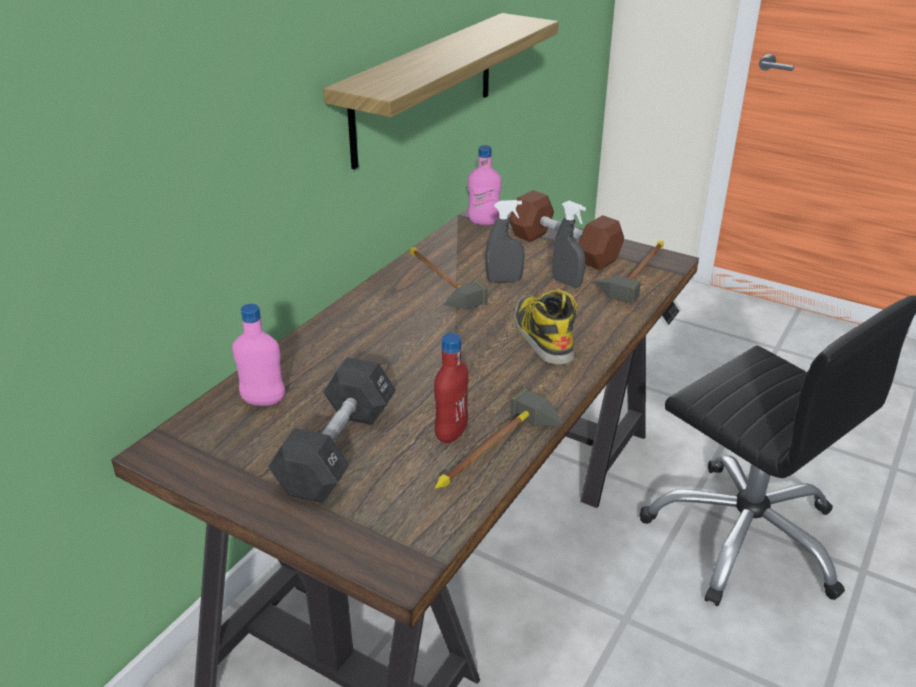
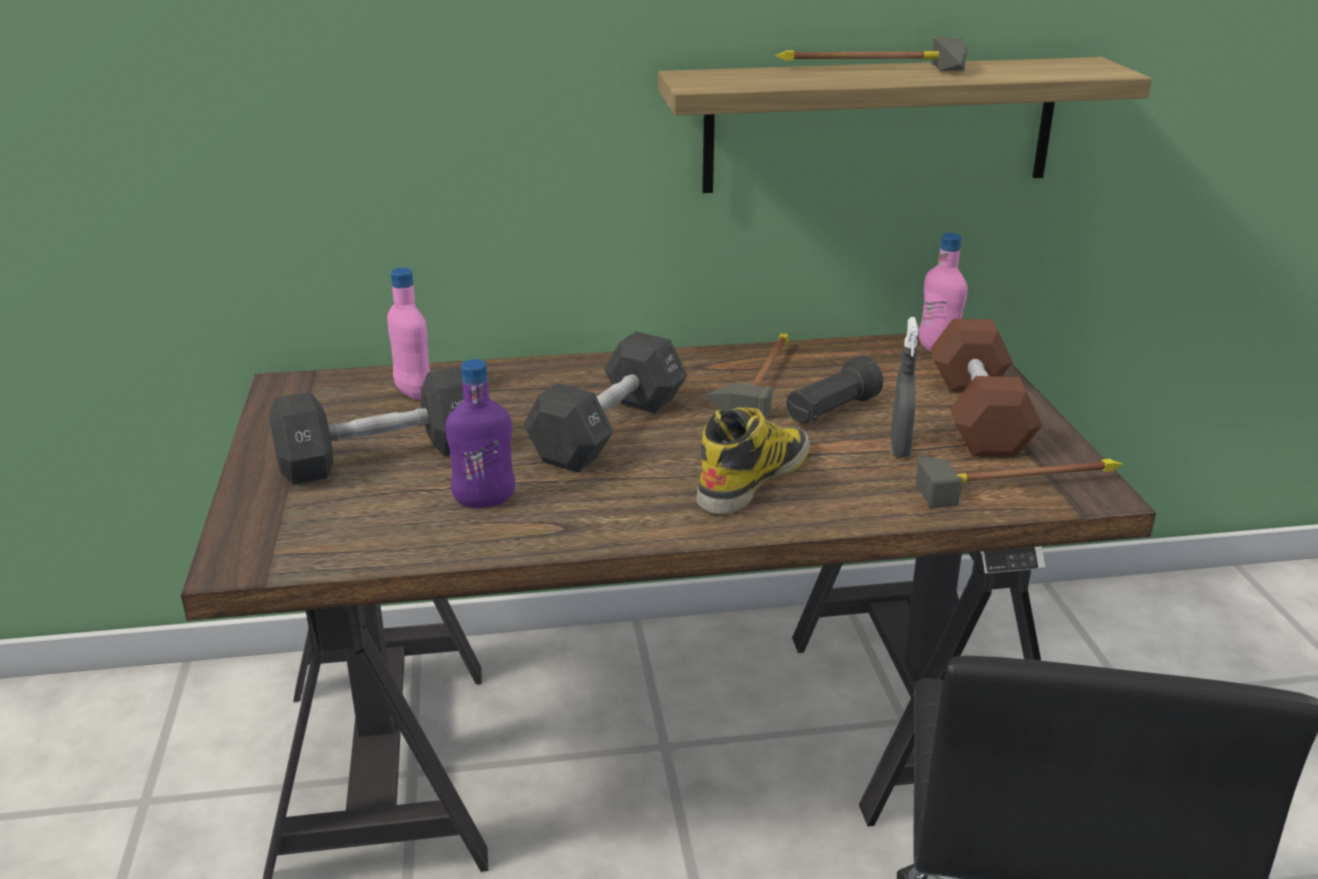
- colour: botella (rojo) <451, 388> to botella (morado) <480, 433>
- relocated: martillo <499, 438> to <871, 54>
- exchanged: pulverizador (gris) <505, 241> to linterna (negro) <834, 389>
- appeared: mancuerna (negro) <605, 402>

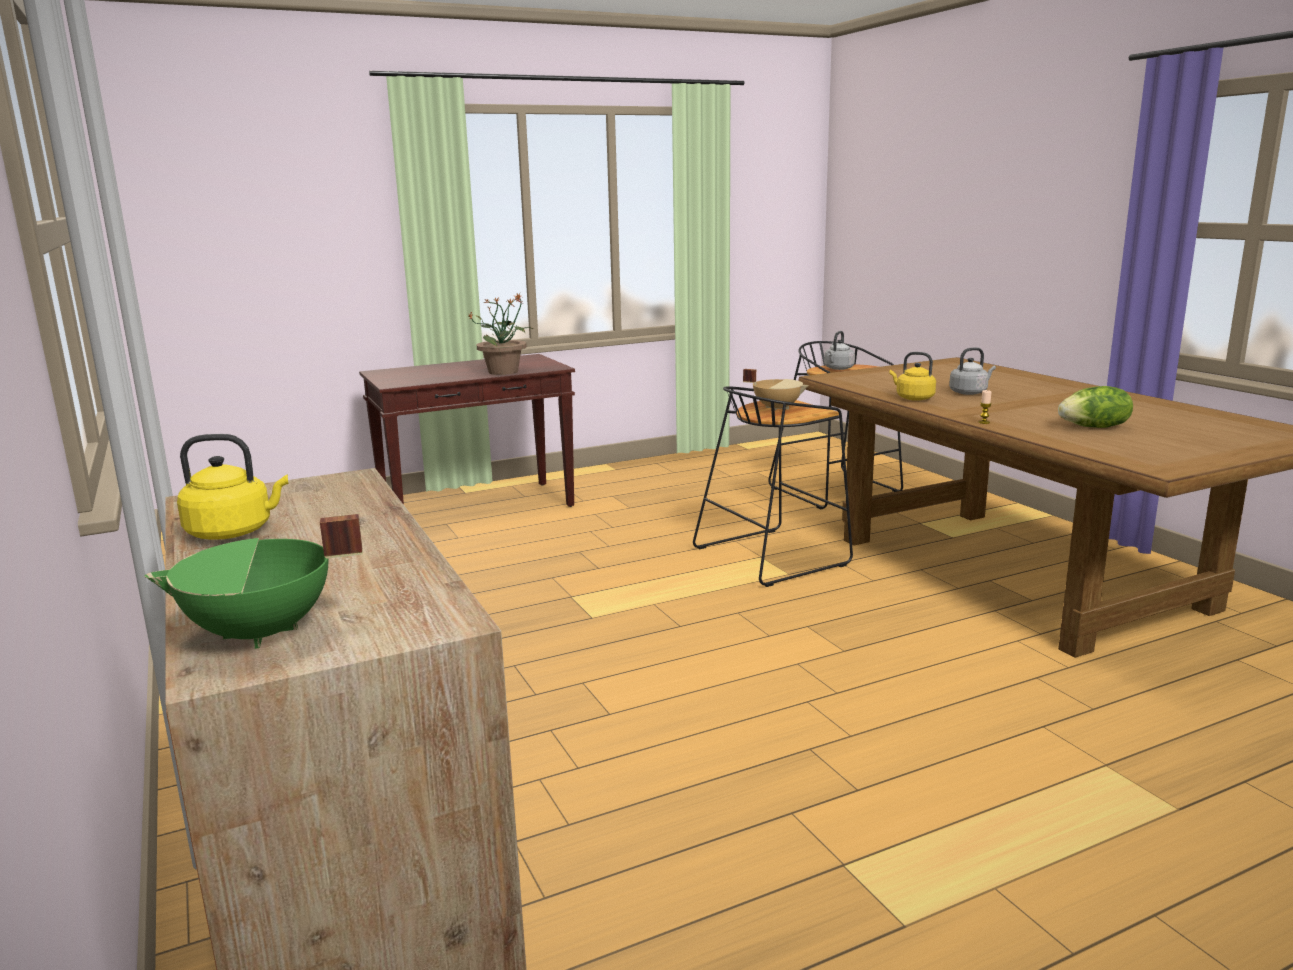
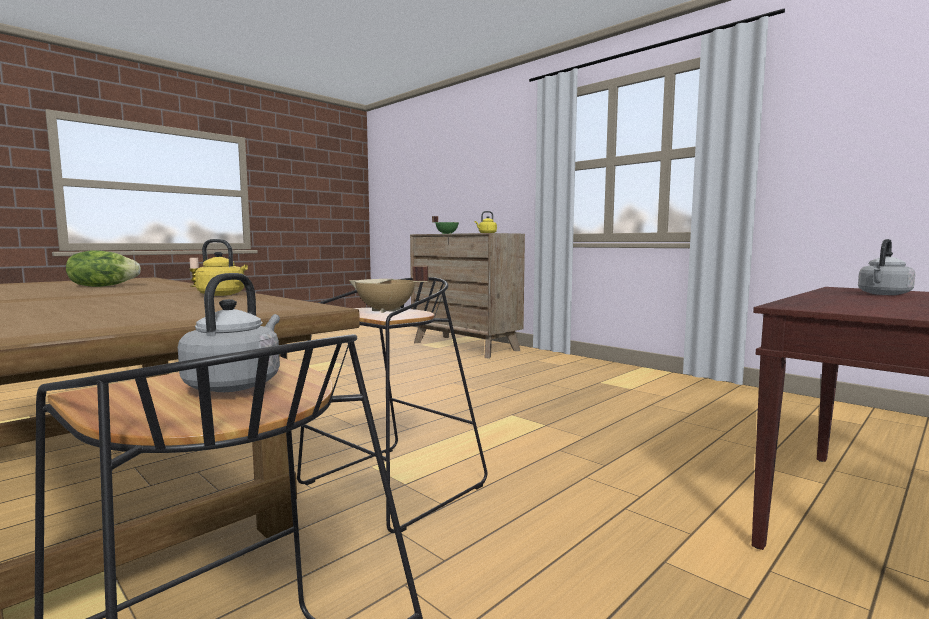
- missing: planta en maceta <500, 334>
- relocated: hervidor (gris) <972, 371> to <886, 267>

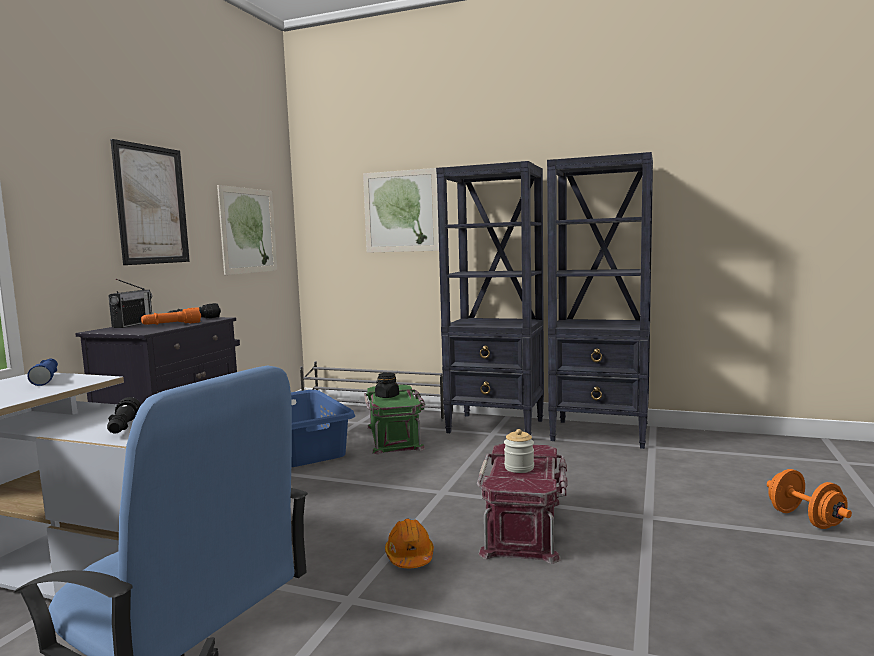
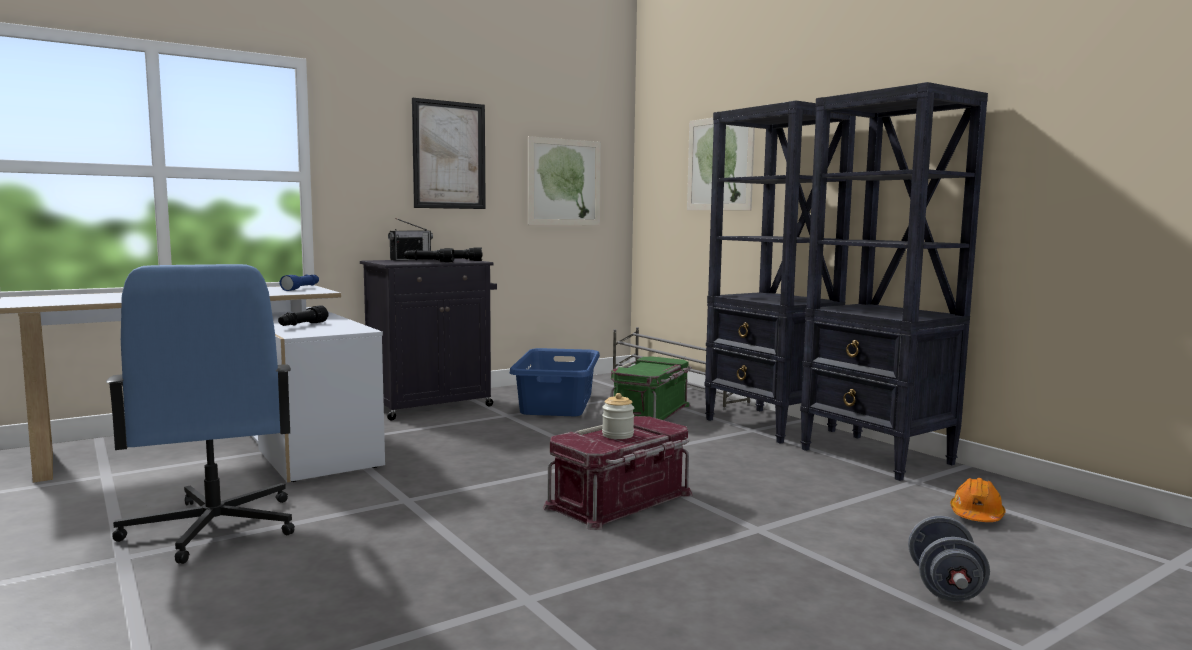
- colour: linterna (naranja) <171, 316> to linterna (negro) <429, 255>
- missing: tarro (negro) <387, 385>
- relocated: casco (naranja) <409, 543> to <977, 500>
- colour: mancuerna (naranja) <809, 499> to mancuerna (gris) <949, 559>

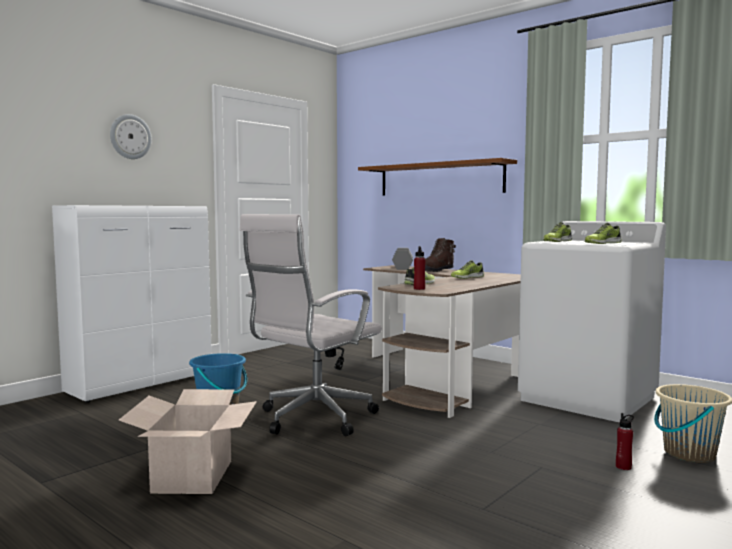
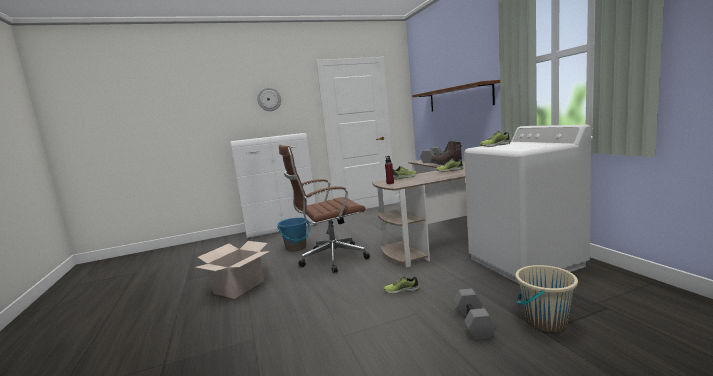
- colour: silla de oficina (blanco) <311, 325> to silla de oficina (marrón) <324, 209>
- relocated: zapato <603, 233> to <401, 285>
- exchanged: botella (rojo) <625, 441> to mancuerna (gris) <475, 314>

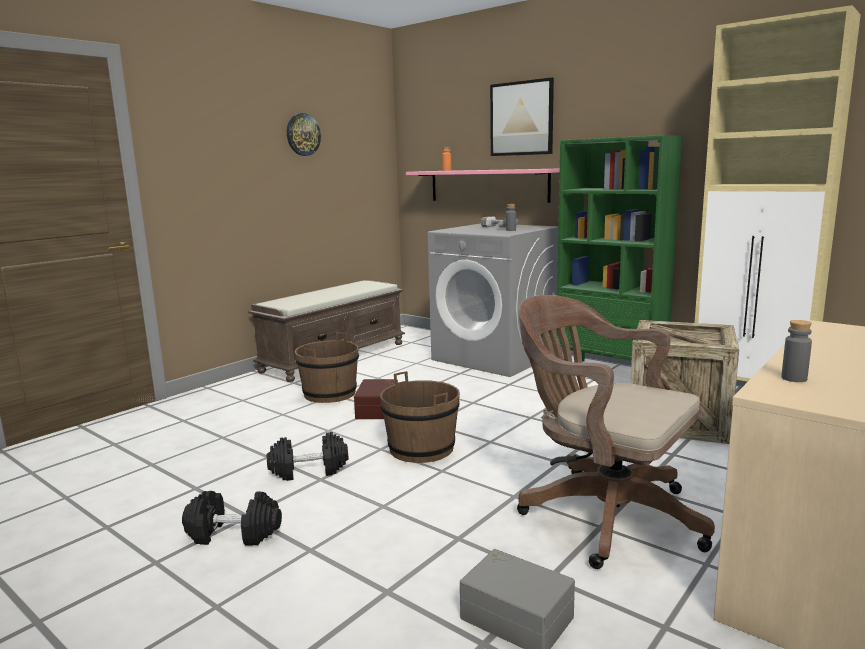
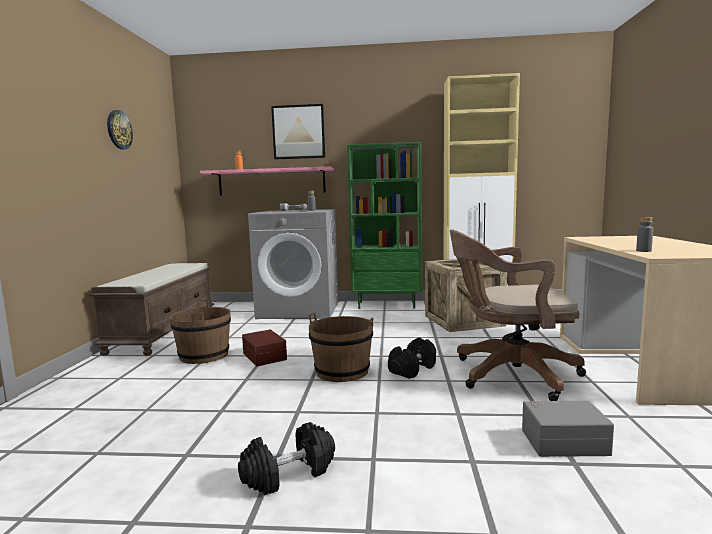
- relocated: mancuerna (negro) <307, 456> to <412, 358>

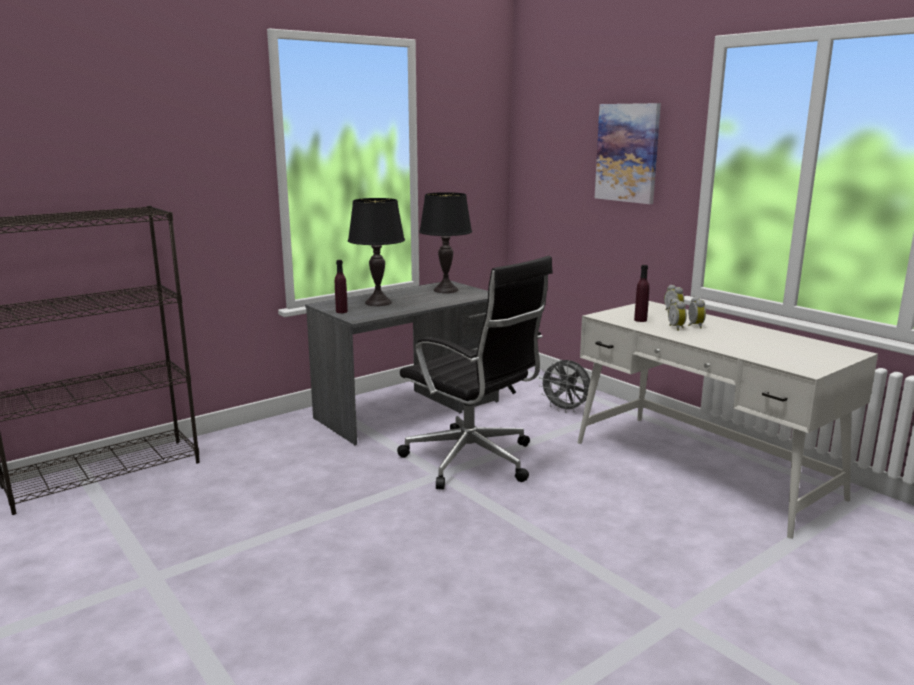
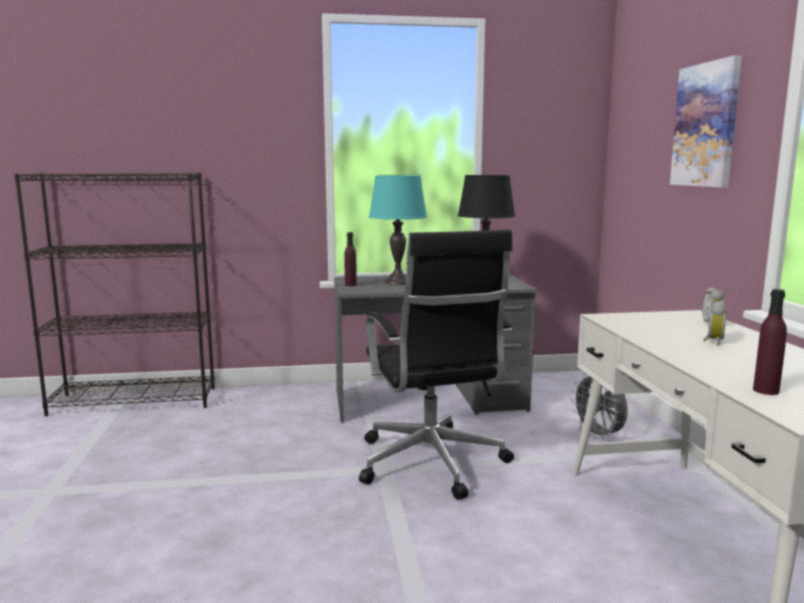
- colour: lámpara de mesa (negro) <376, 252> to lámpara de mesa (turquesa) <398, 230>
- relocated: botella (morado) <641, 293> to <770, 342>
- missing: despertador <677, 314>

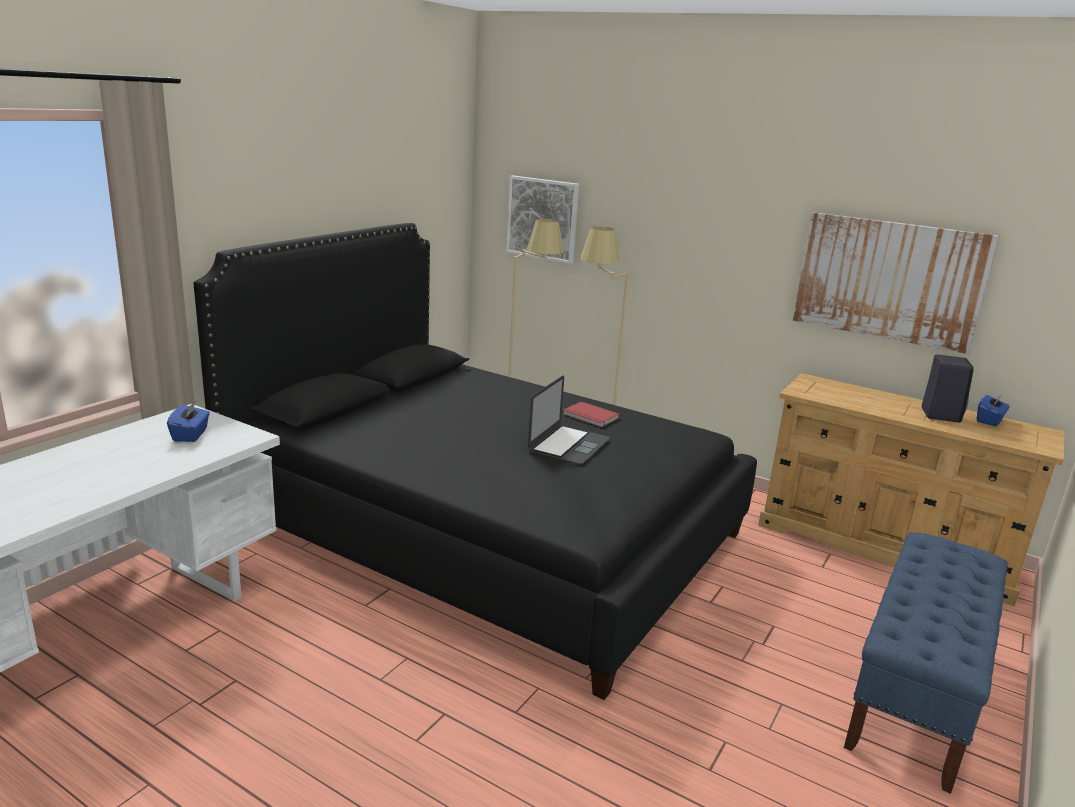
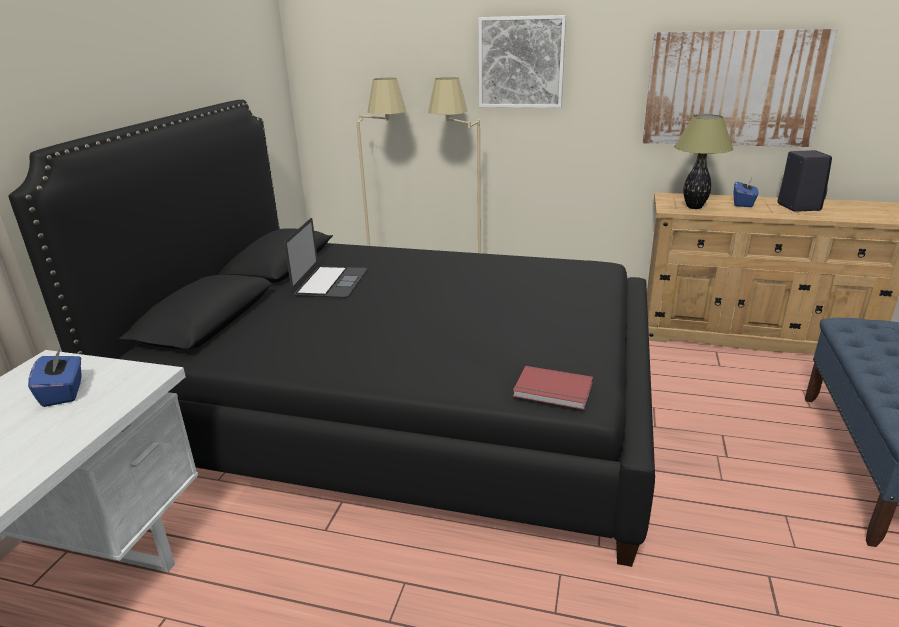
- relocated: cuadro <542, 220> to <522, 61>
- relocated: portátil <569, 419> to <325, 258>
- relocated: libro (rojo) <591, 414> to <553, 388>
- relocated: caja de pañuelos (azul) <993, 410> to <746, 192>
- appeared: lámpara de mesa <703, 161>

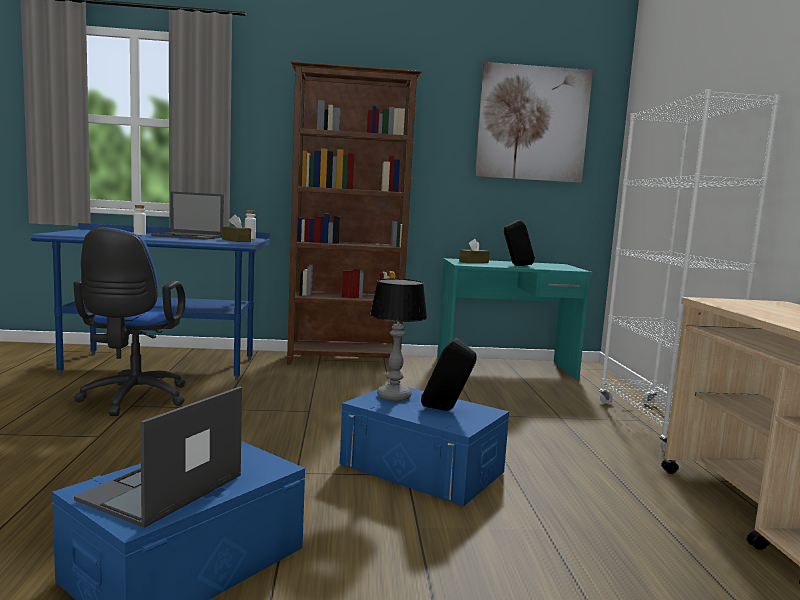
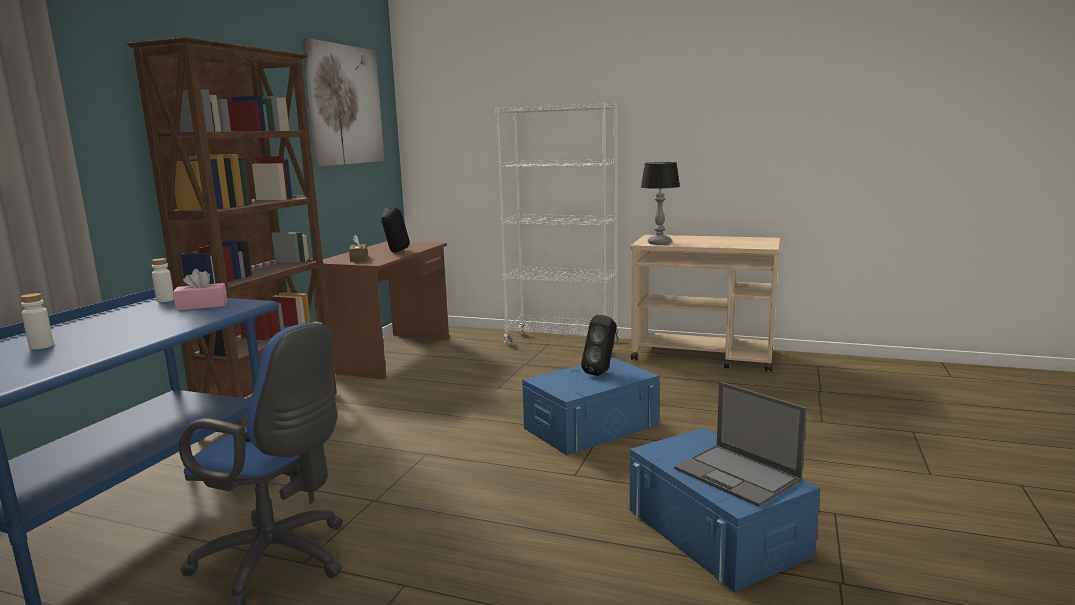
- missing: portátil <187, 215>
- colour: caja de pañuelos (marrón) <236, 228> to caja de pañuelos (rosa) <200, 290>
- relocated: lámpara de mesa <398, 339> to <660, 203>
- colour: escritorio (turquesa) <515, 319> to escritorio (marrón) <380, 310>

